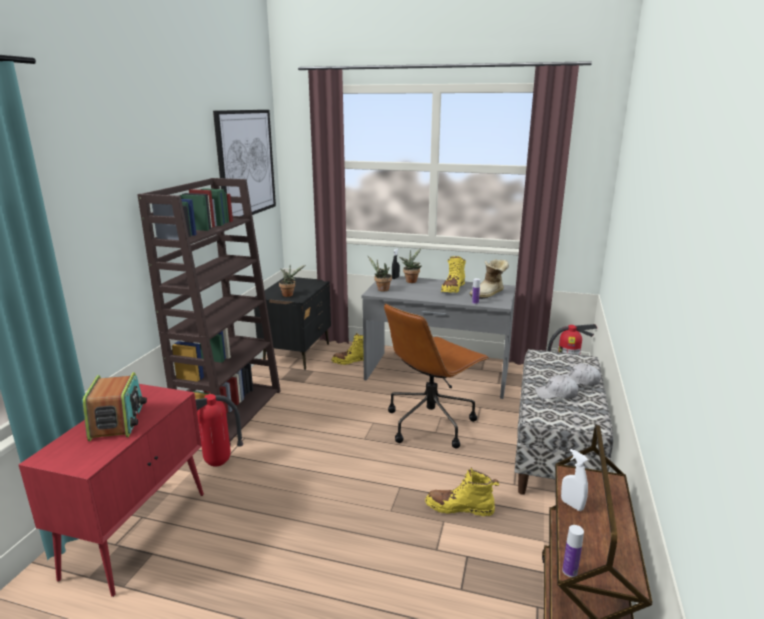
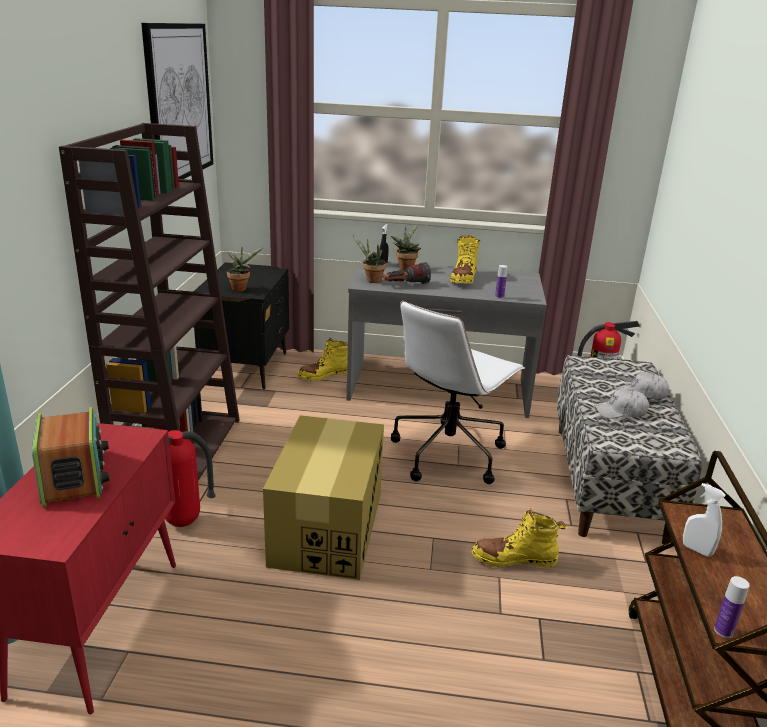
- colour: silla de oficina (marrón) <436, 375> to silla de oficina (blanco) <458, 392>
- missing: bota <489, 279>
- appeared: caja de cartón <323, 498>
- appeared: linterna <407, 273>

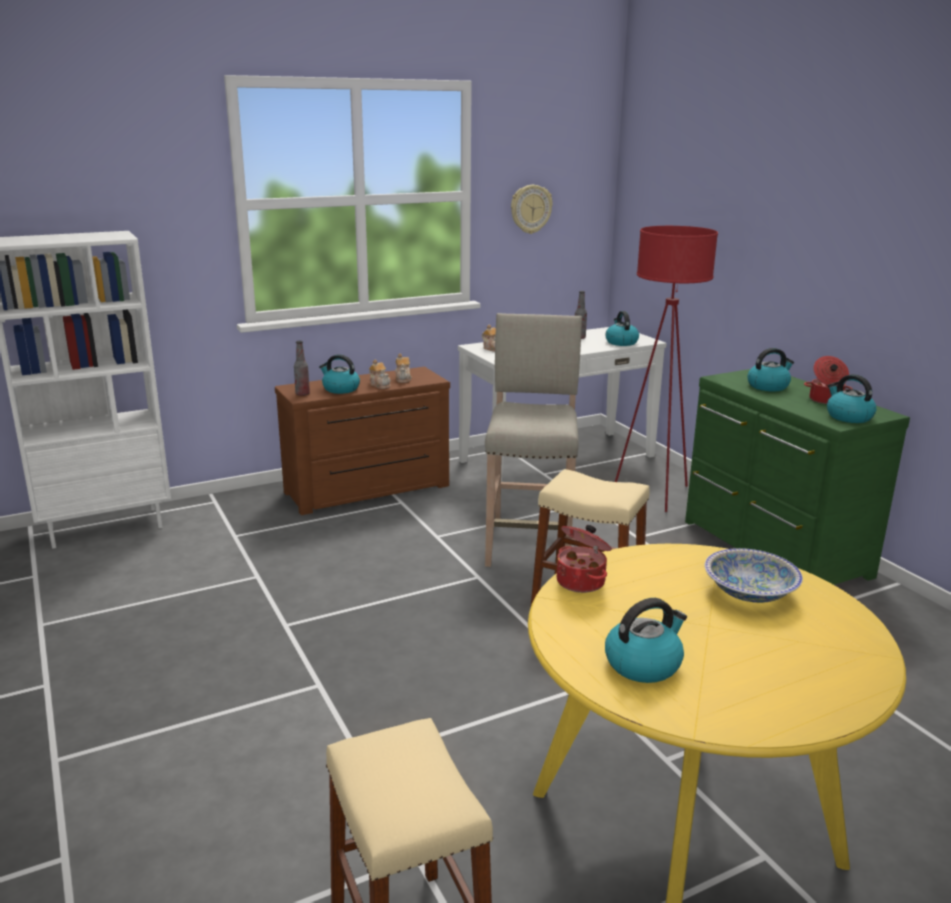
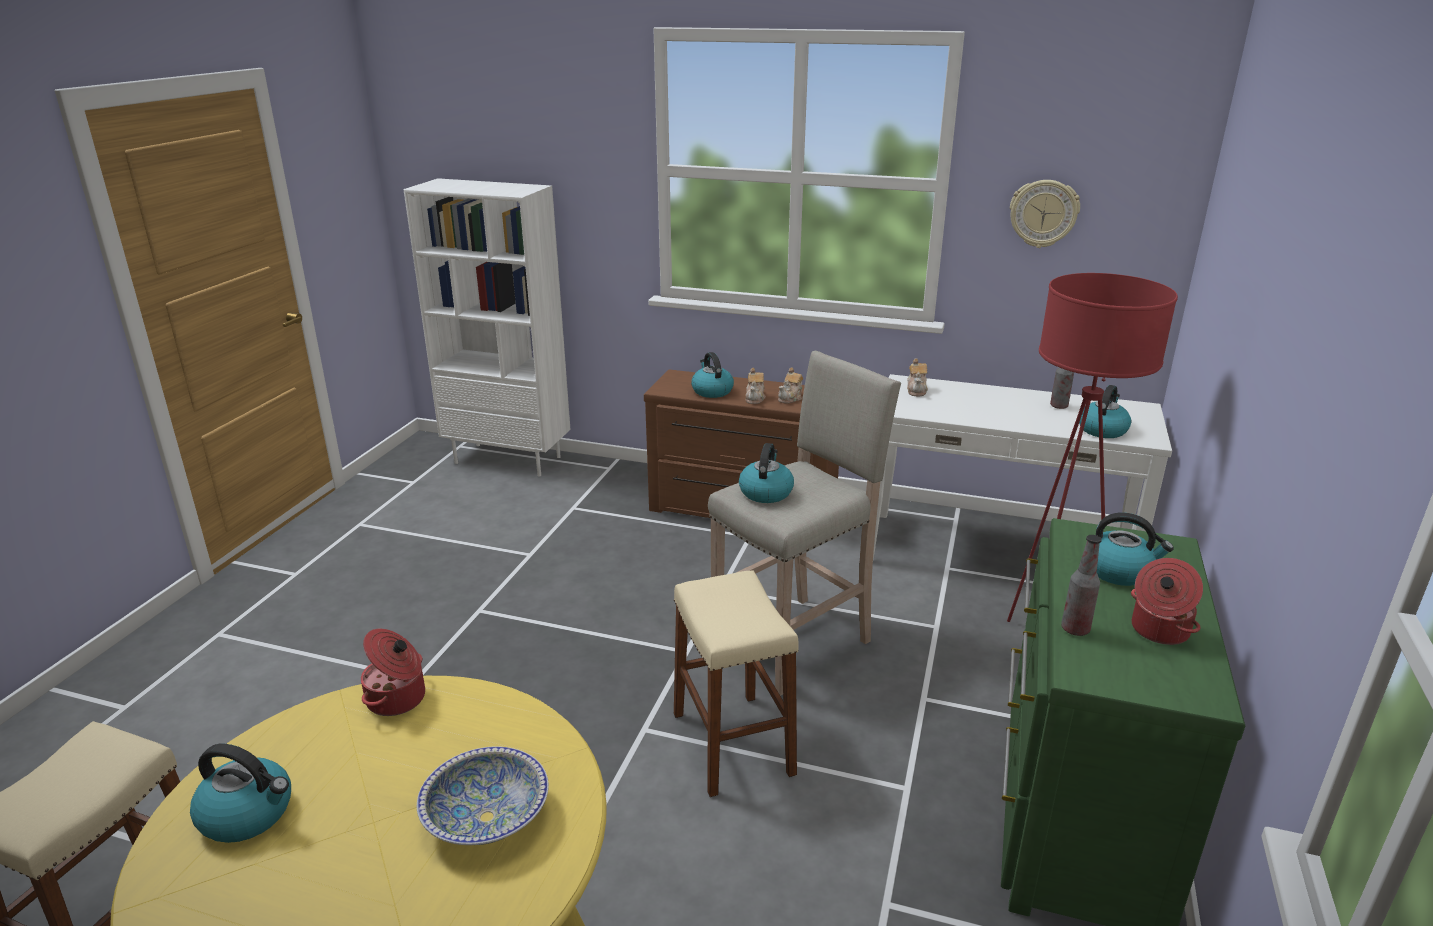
- relocated: botella <302, 368> to <1081, 585>
- relocated: hervidor <851, 398> to <766, 473>

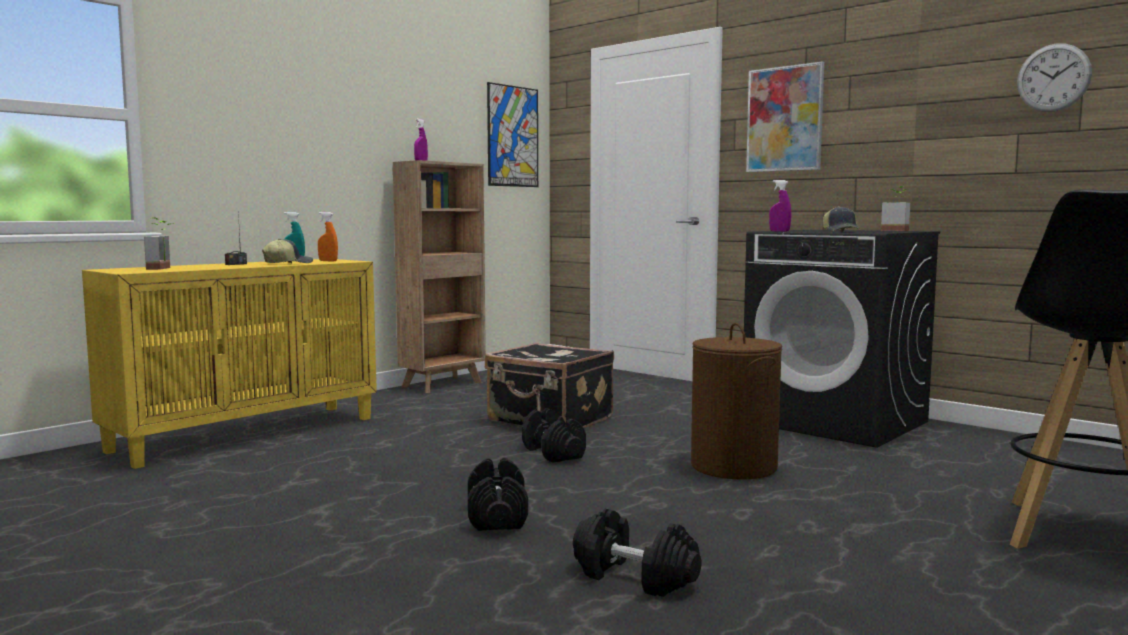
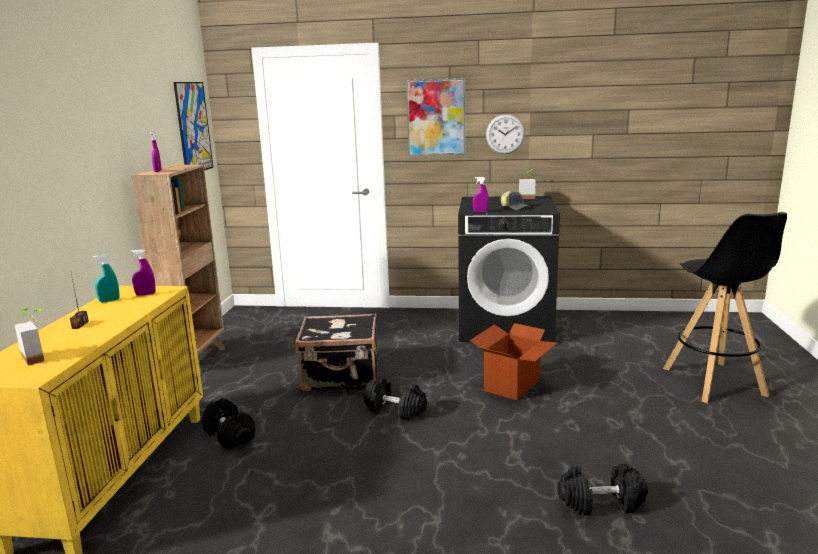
- missing: gorra <287, 251>
- colour: pulverizador (naranja) <328, 236> to pulverizador (morado) <143, 272>
- relocated: mancuerna (negro) <498, 494> to <228, 423>
- exchanged: cesto de la ropa (marrón) <736, 401> to caja de cartón <513, 361>
- relocated: reloj de pared <1054, 78> to <505, 134>

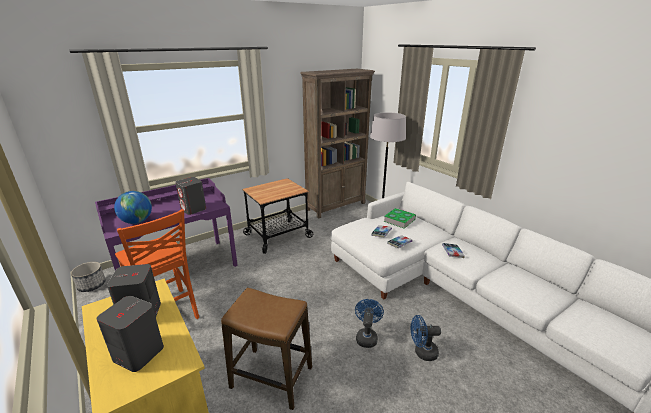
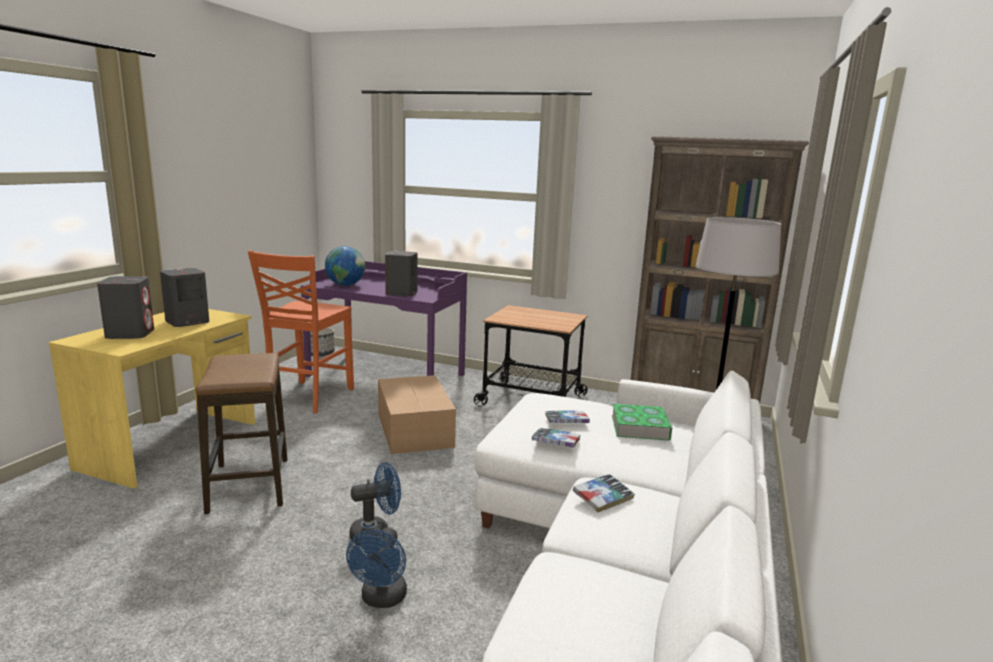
- spun: ventilador (azul) <426, 338> = <376, 567> 135 degrees counterclockwise
- appeared: caja de cartón <417, 414>

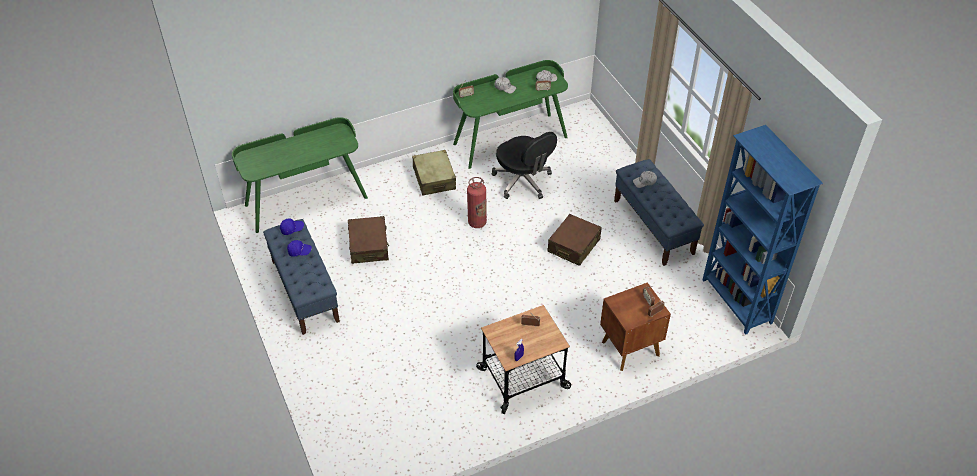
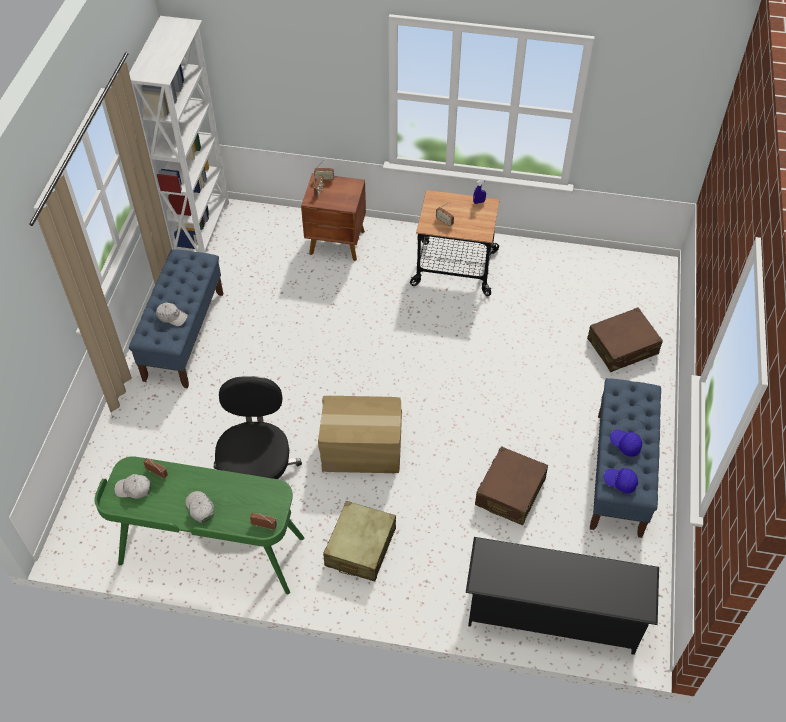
- exchanged: escritorio (verde) <300, 175> to zapatero (negro) <562, 596>
- exchanged: extintor <477, 202> to caja de cartón <360, 434>
- relocated: maleta (marrón) <574, 240> to <625, 339>
- colour: estantería (azul) <762, 230> to estantería (blanco) <179, 134>

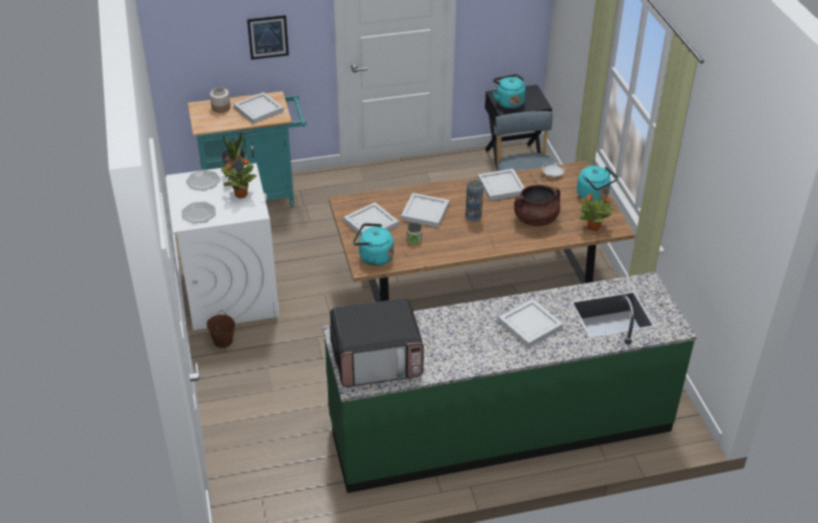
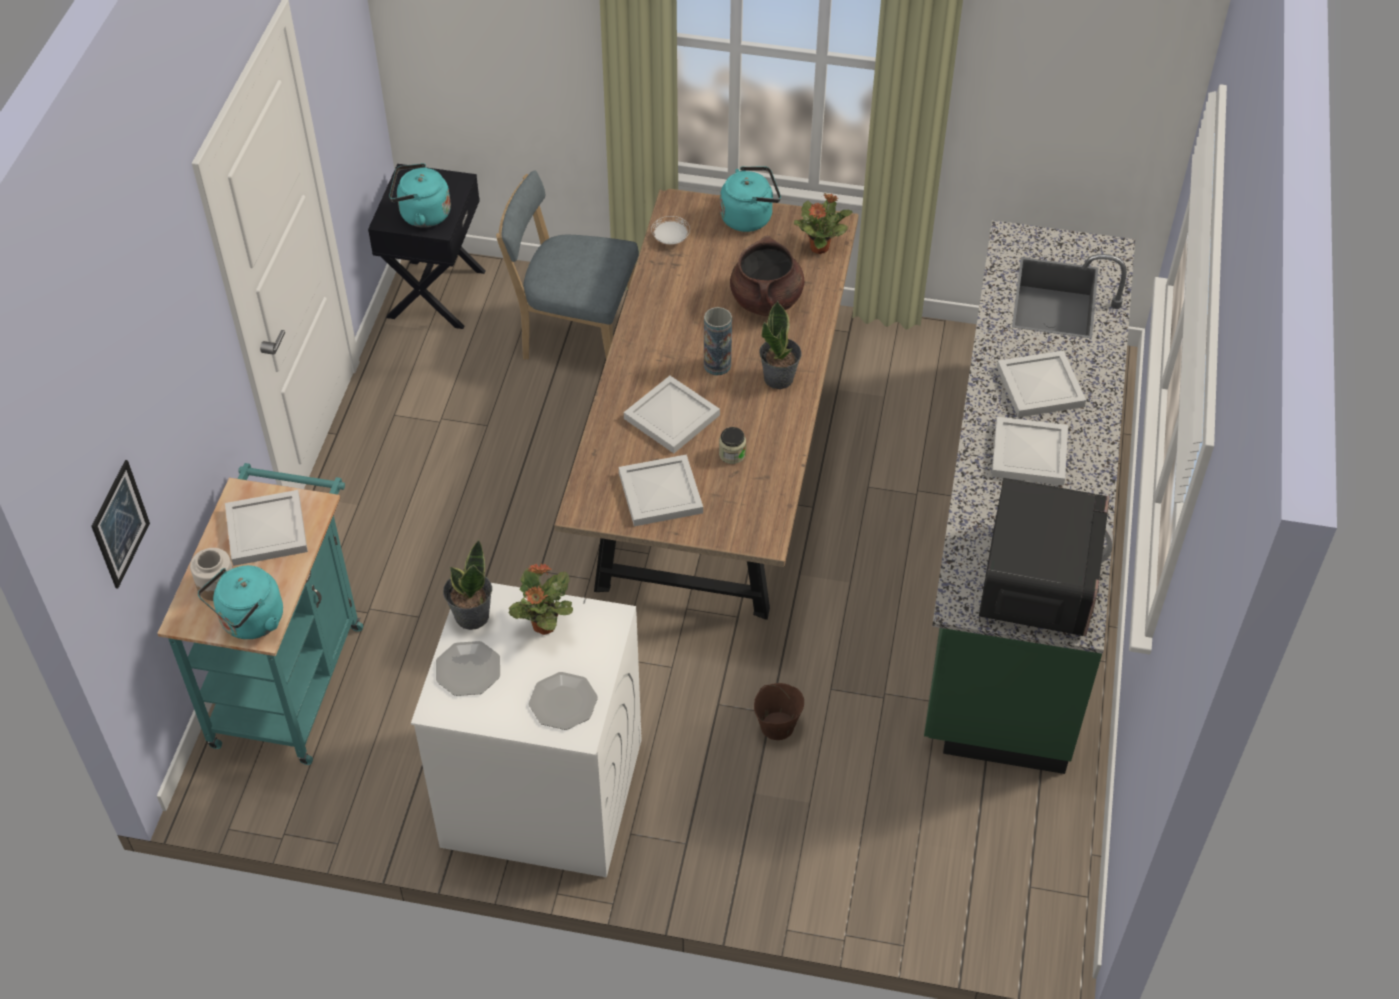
- relocated: cubo (marrón) <221, 329> to <779, 711>
- relocated: cuadro <268, 37> to <120, 524>
- relocated: hervidor (turquesa) <373, 244> to <240, 602>
- relocated: bandeja (blanco) <501, 185> to <1029, 451>
- appeared: planta en maceta <780, 345>

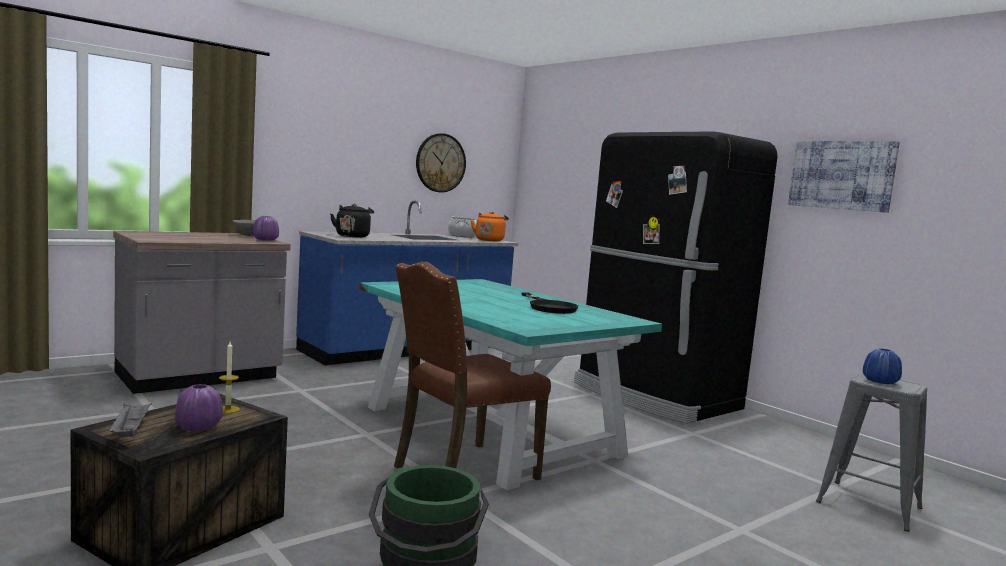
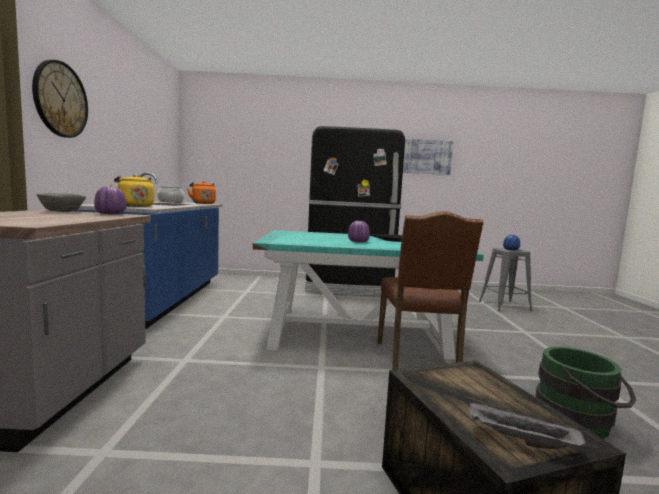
- relocated: florero (morado) <199, 407> to <359, 231>
- missing: vela <229, 378>
- colour: hervidor (negro) <352, 221> to hervidor (amarillo) <132, 190>
- relocated: reloj de pared <441, 163> to <60, 99>

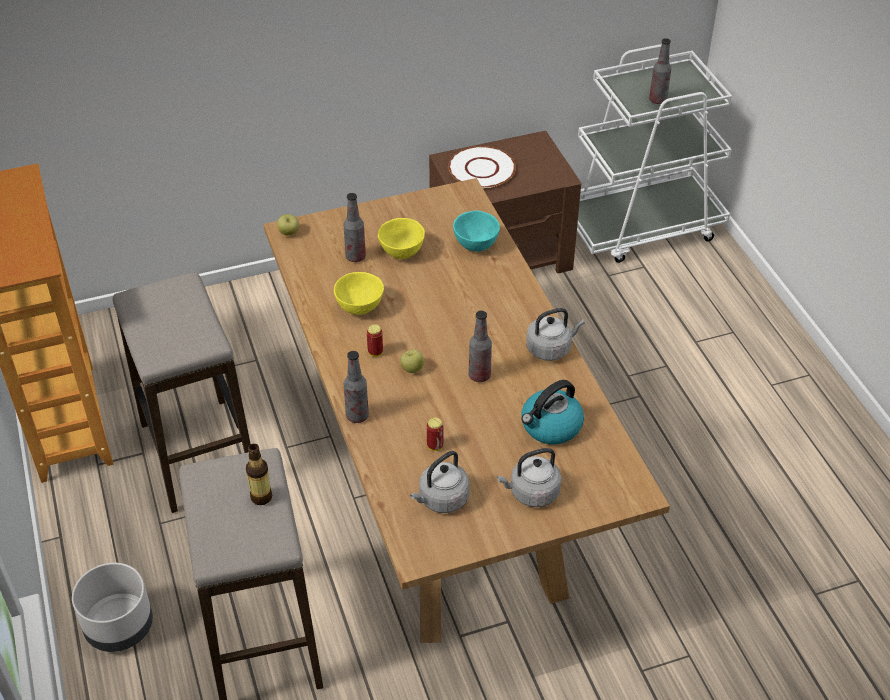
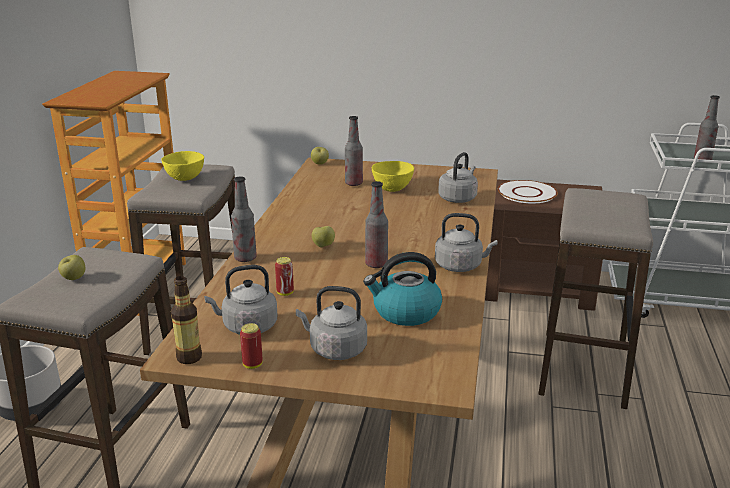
- relocated: botella <259, 474> to <186, 320>
- relocated: cuenco (amarillo) <359, 293> to <182, 166>
- relocated: lata <375, 340> to <251, 346>
- exchanged: cuenco (turquesa) <476, 231> to hervidor (gris) <458, 177>
- appeared: manzana <71, 267>
- appeared: taburete <595, 298>

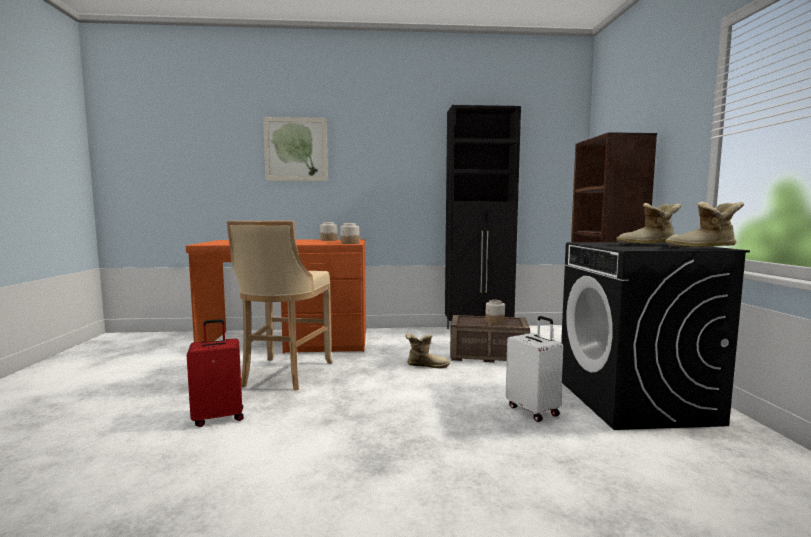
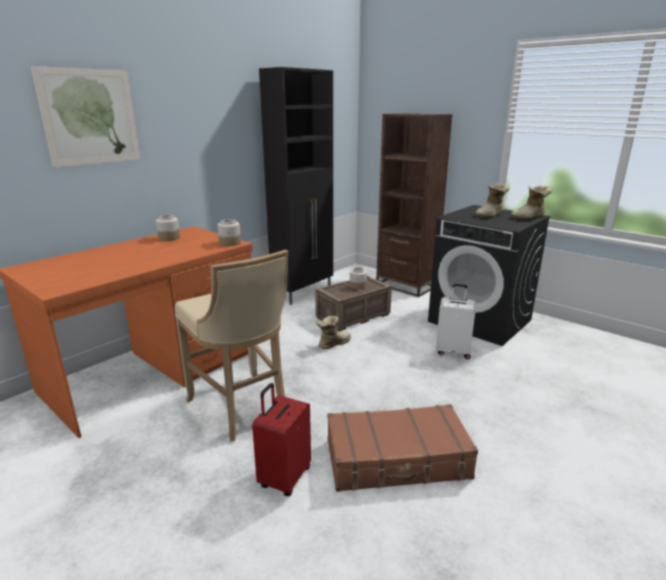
- appeared: maleta (marrón) <402, 448>

